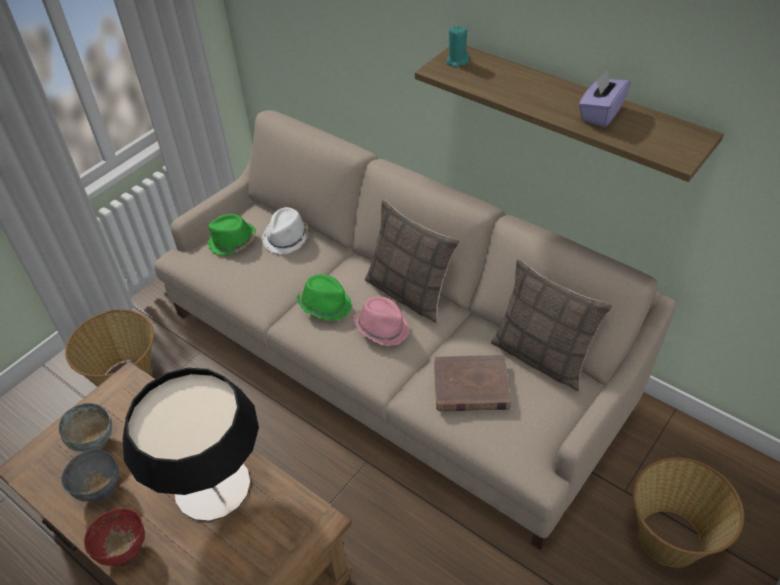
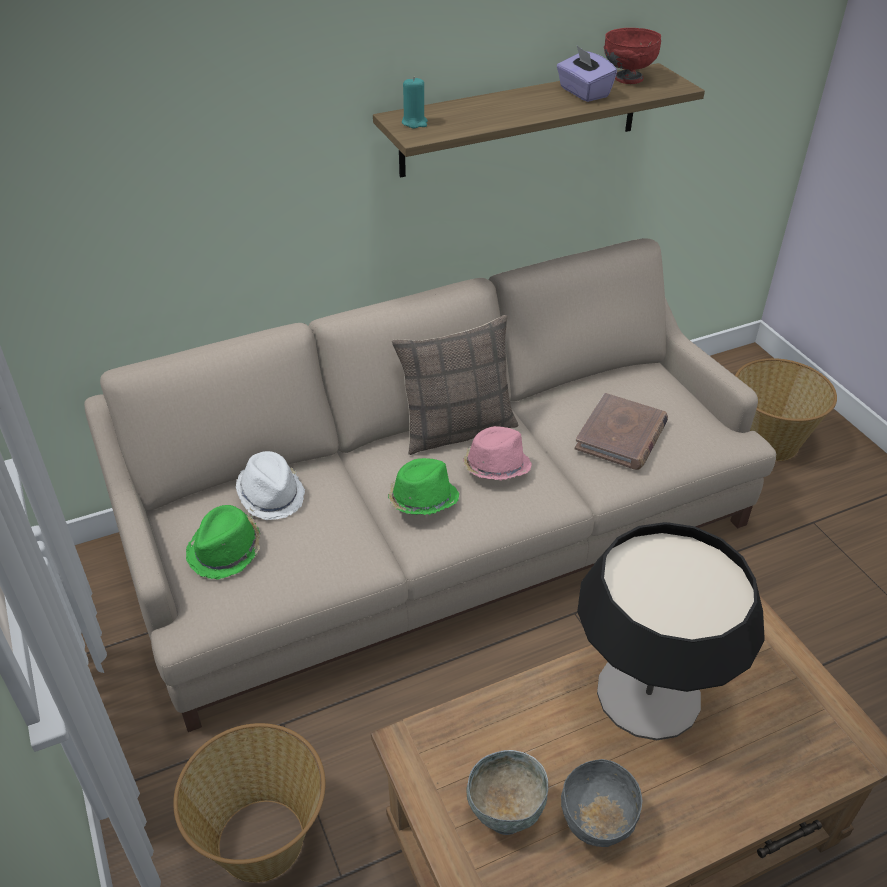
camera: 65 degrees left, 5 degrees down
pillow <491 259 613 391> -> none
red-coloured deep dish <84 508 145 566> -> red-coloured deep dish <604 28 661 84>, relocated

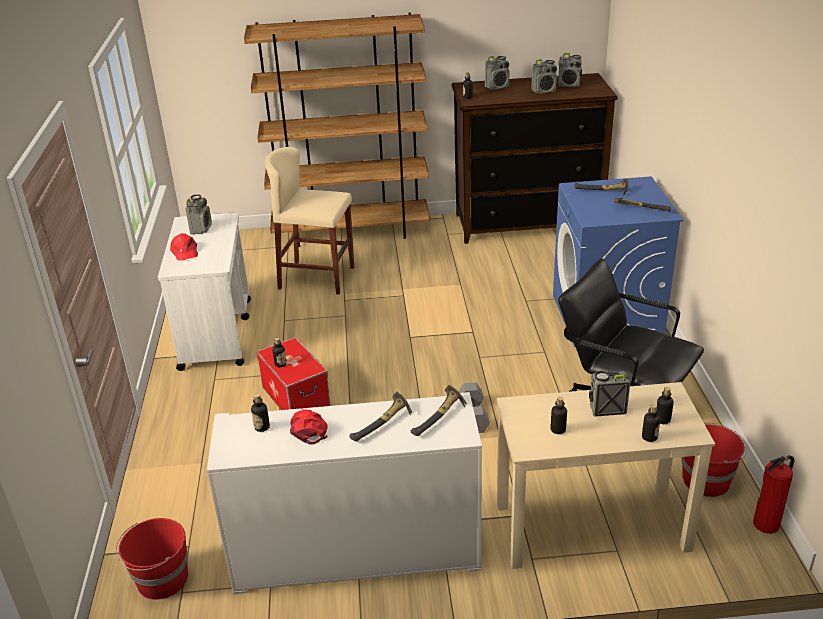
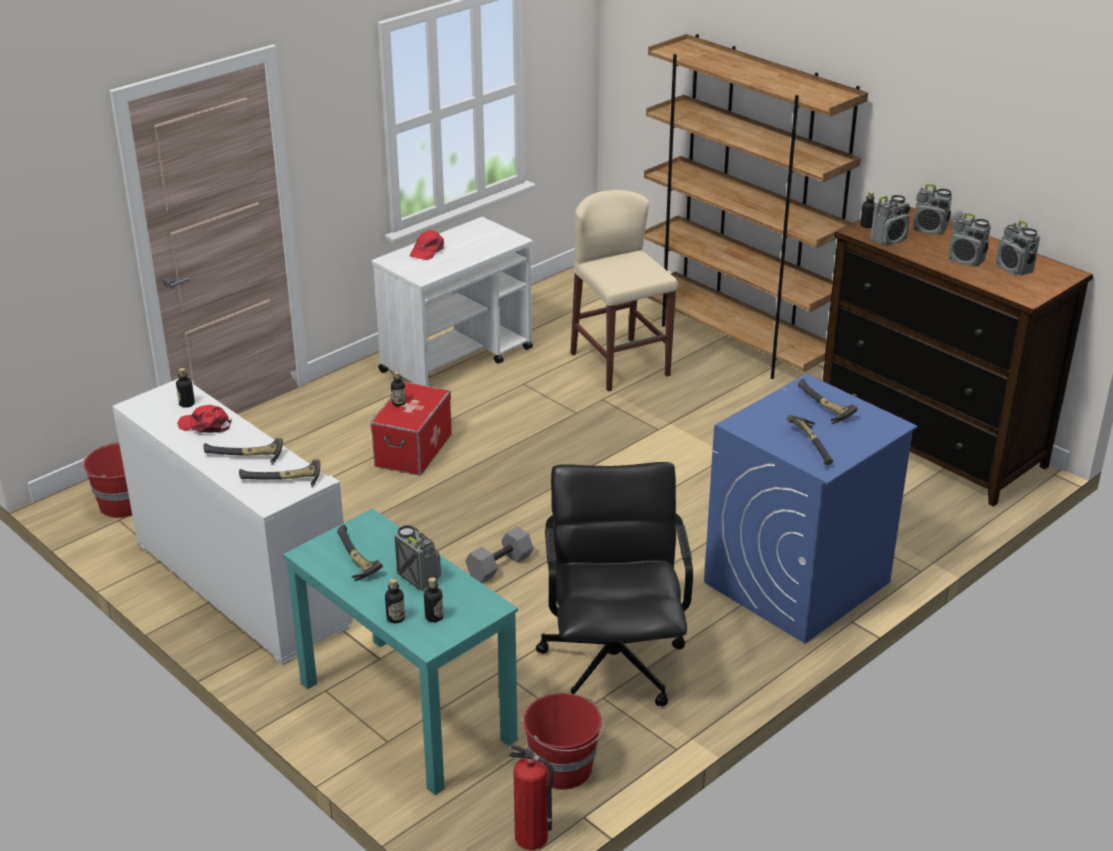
camera: 50 degrees right, 0 degrees up
radio <185 194 212 234> -> radio <870 195 910 246>, relocated
beverage bottle <551 397 567 434> -> hammer <337 525 383 581>
sand-coloured desk unit <497 382 715 569> -> blue-green desk unit <283 508 518 795>
red-coloured cap <290 409 328 444> -> red-coloured cap <177 405 232 433>, 105 degrees counterclockwise

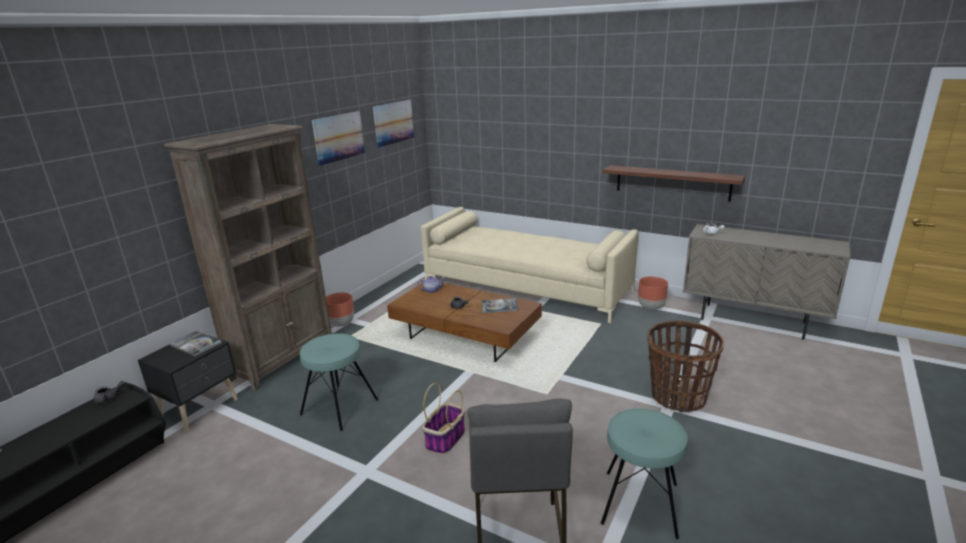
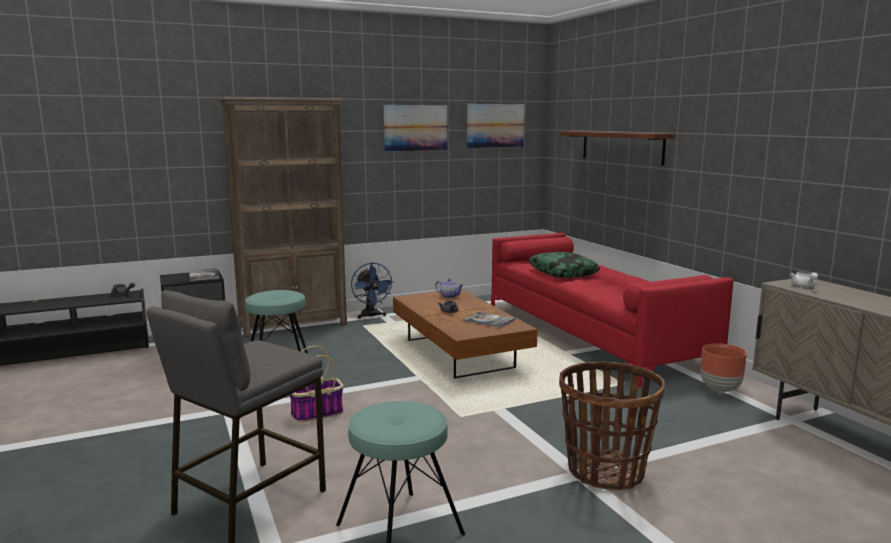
camera: 35 degrees right, 10 degrees down
none -> pillow <528 252 600 278>
shelf <603 165 745 202> -> shelf <561 131 675 166>, relocated
brownish plant pot <326 293 354 327> -> bluish fan <351 262 394 319>
sand-coloured sofa <421 207 638 323> -> red-coloured sofa <491 233 733 387>

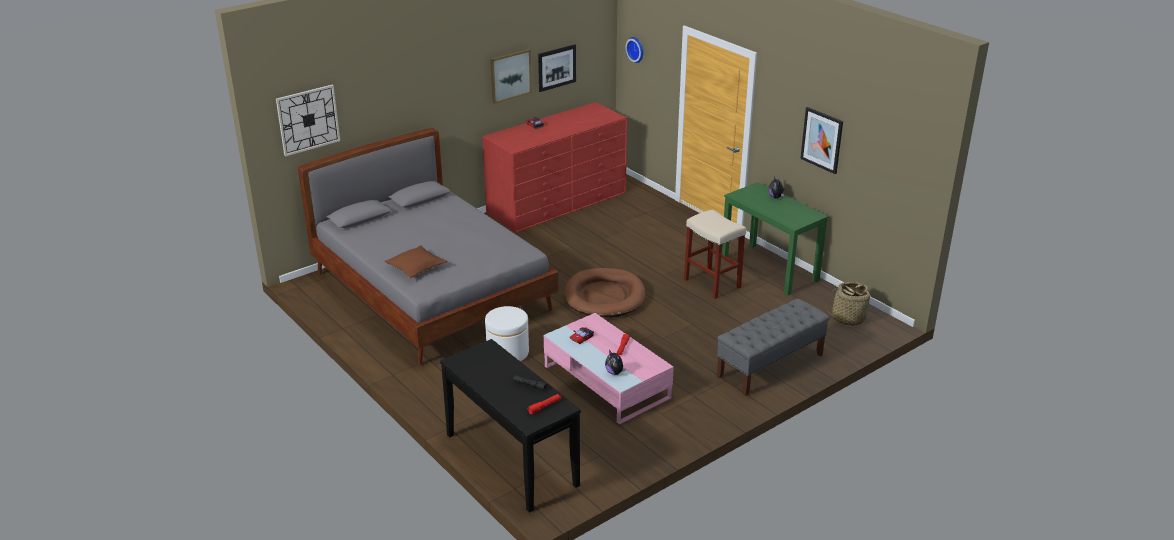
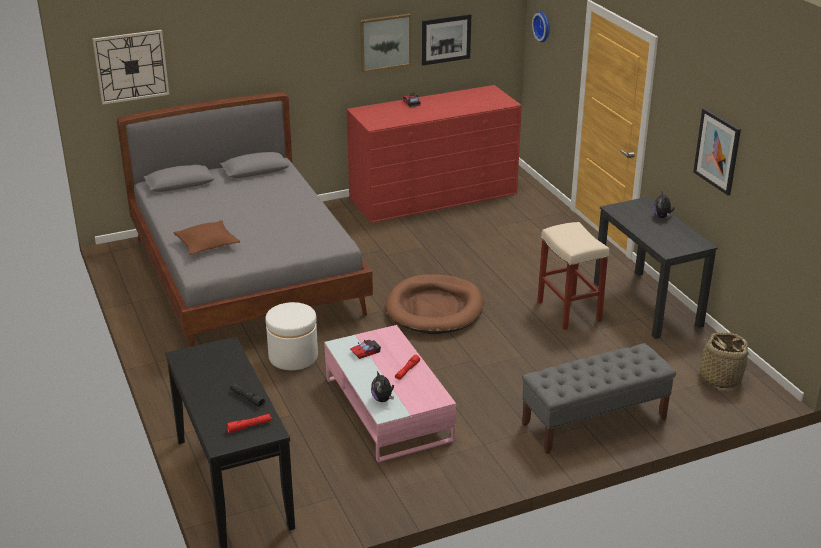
camera: 15 degrees right, 0 degrees up
greenish desk unit <722 182 829 296> -> blackish desk unit <594 196 718 339>

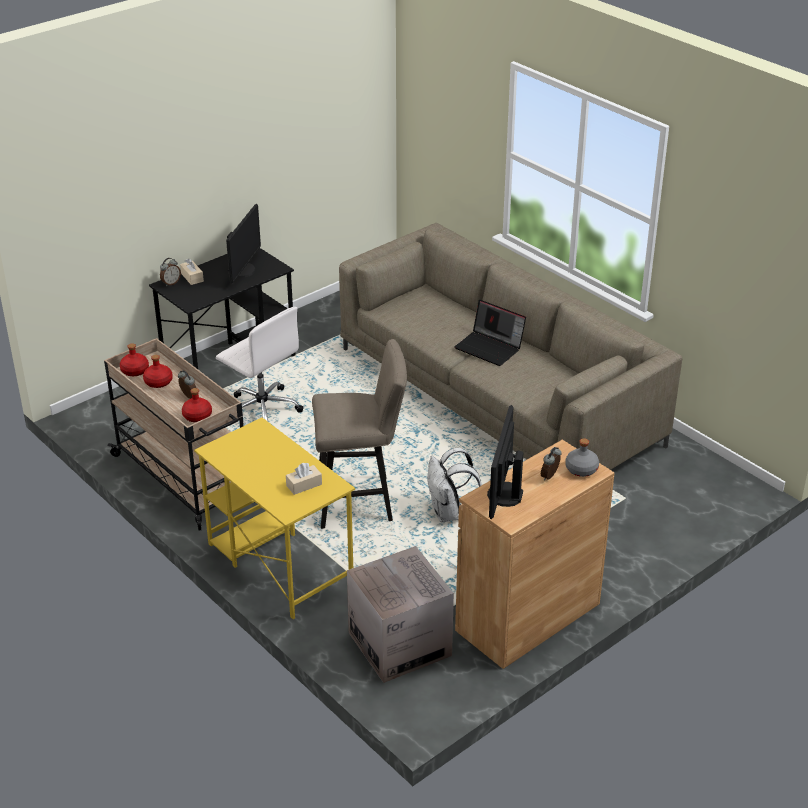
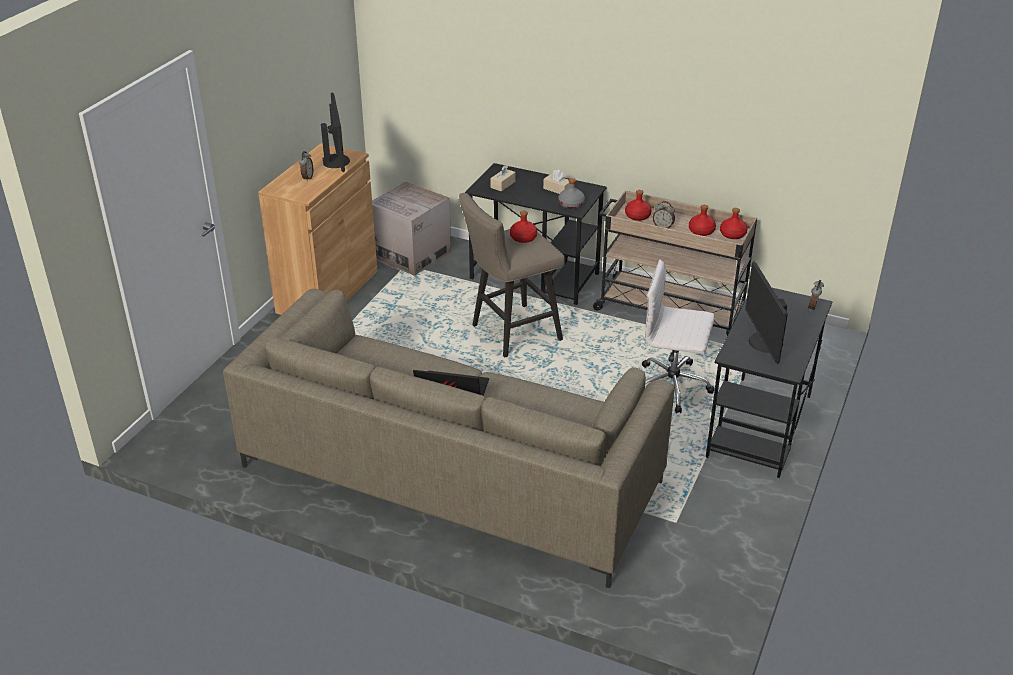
camera: 155 degrees right, 0 degrees up
white-coloured knapsack <427 448 482 522> -> none
none -> red-coloured beverage bottle <510 211 537 243>
sand-coloured tissue holder <180 259 204 285> -> sand-coloured tissue holder <543 170 569 194>, relocated
gray beverage bottle <565 438 599 477> -> gray beverage bottle <559 178 585 209>, relocated
yellowish desk unit <194 418 355 619> -> blackish desk unit <465 163 607 305>

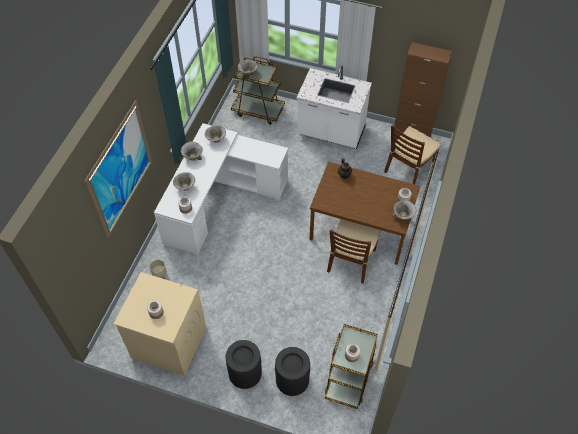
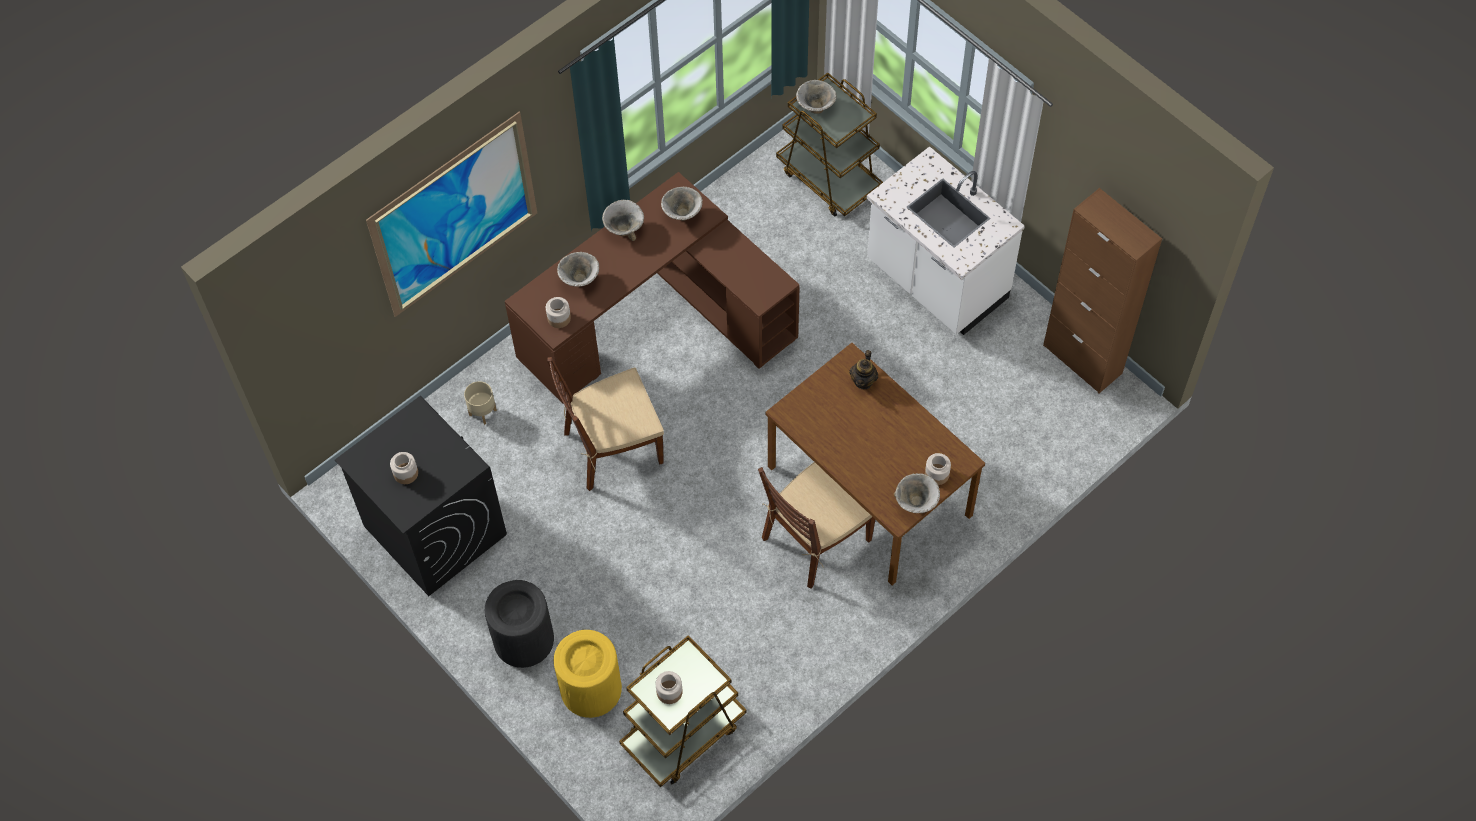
camera: 30 degrees right, 5 degrees up
brownish plain chair <384 125 441 184> -> brownish plain chair <547 357 664 491>, relocated
sand-coloured laundry appliance <114 272 206 376> -> blackish laundry appliance <335 396 507 596>
white-coloured desk unit <154 123 288 255> -> brownish desk unit <505 172 800 404>
blackish waste bin <275 347 310 396> -> yellowish waste bin <554 630 622 718>

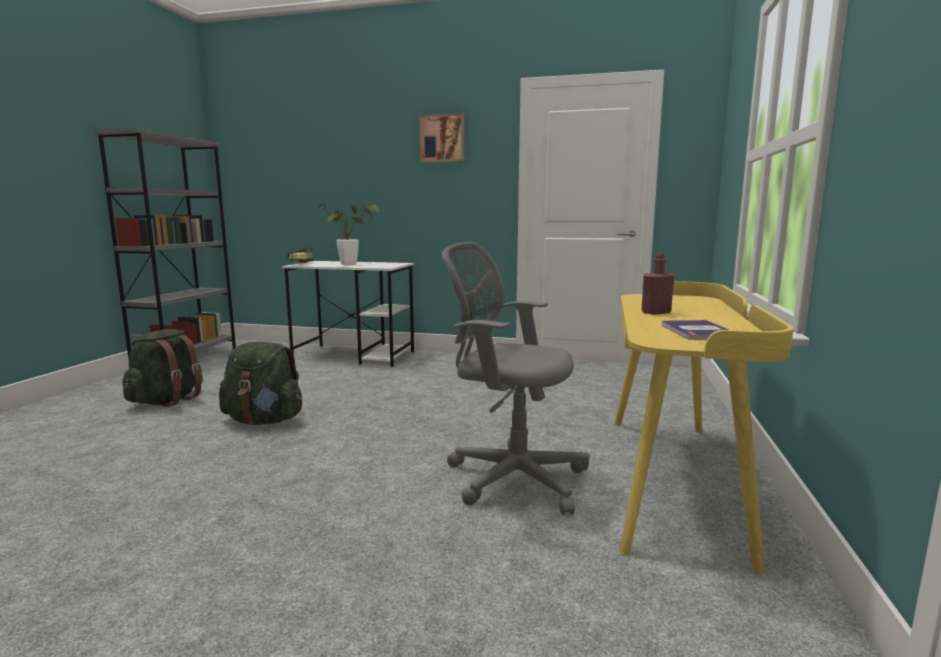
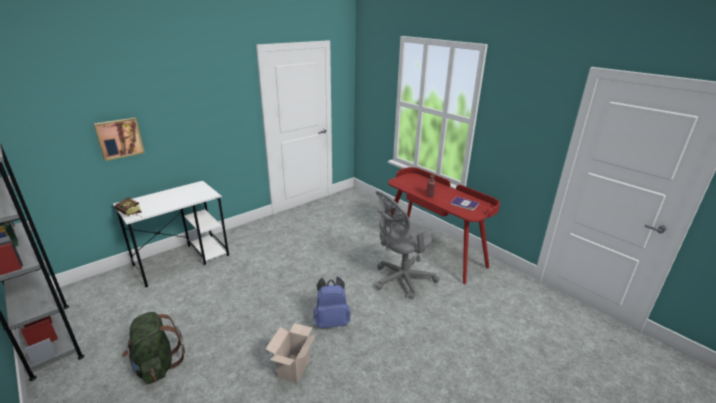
camera: 55 degrees left, 15 degrees up
greenish knapsack <219 342 302 425> -> none
potted plant <316 201 379 265> -> none
none -> carton <266 323 316 383>
none -> bluish knapsack <314 277 351 328>
picture <419 113 464 163> -> picture <94 118 145 161>, relocated
yellowish desk unit <614 281 794 575> -> red-coloured desk unit <388 167 500 284>

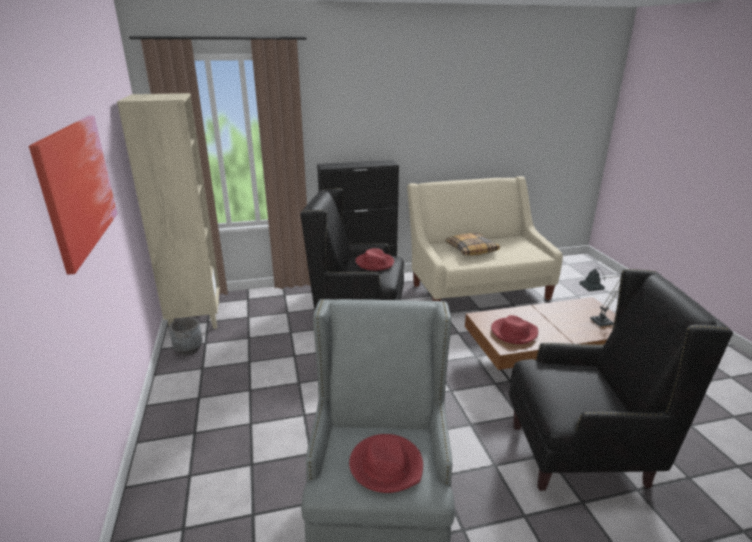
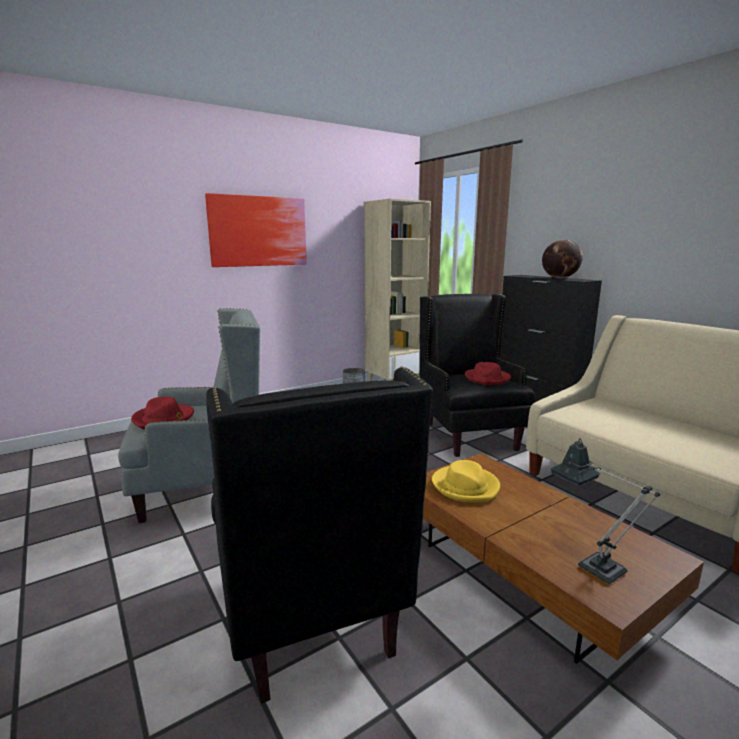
camera: 70 degrees right, 10 degrees down
pillow <446 233 500 256> -> none
none -> desk globe <542 239 583 278>
red-coloured wearable hat <491 315 538 344> -> yellowish wearable hat <432 460 500 502>

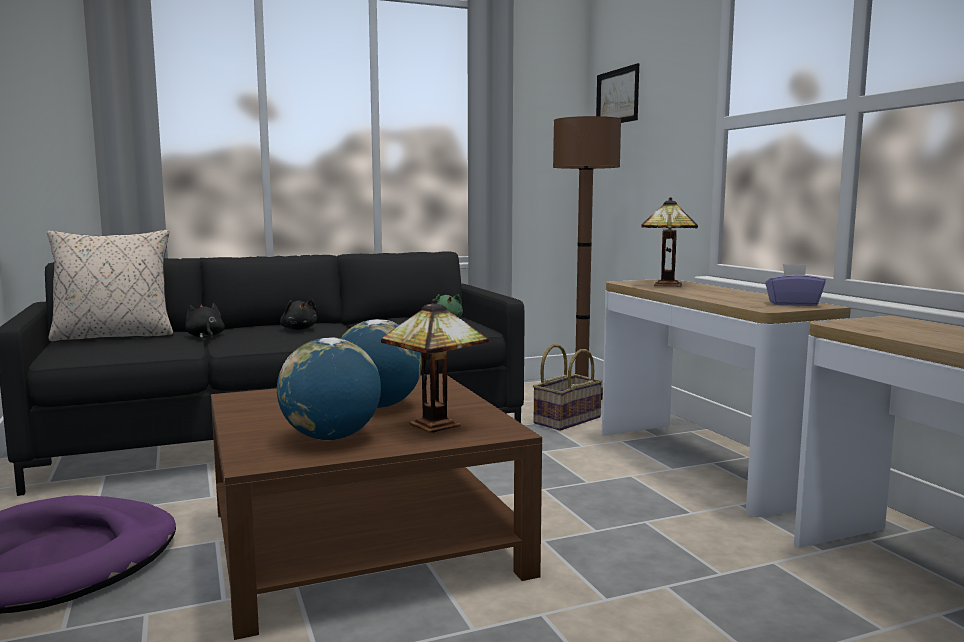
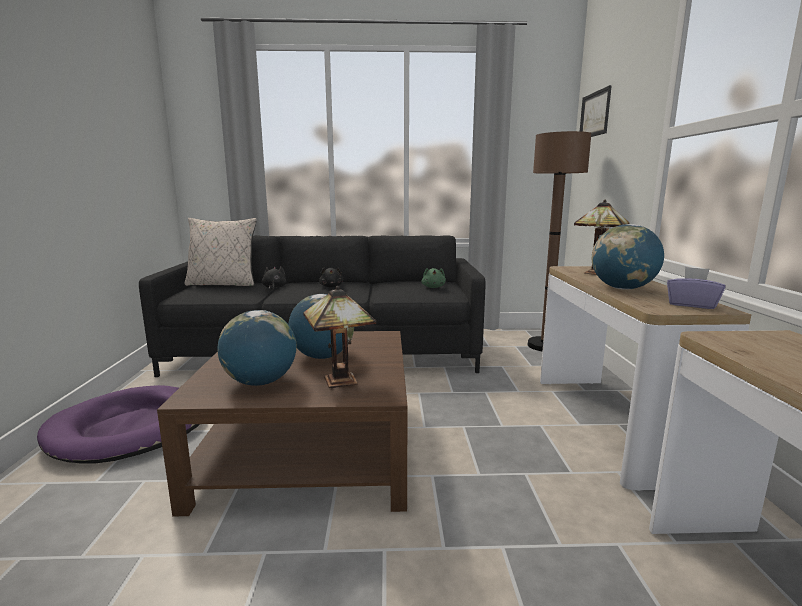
camera: 20 degrees right, 5 degrees up
household basket <533 344 603 431> -> none
none -> desk globe <592 224 664 290>

